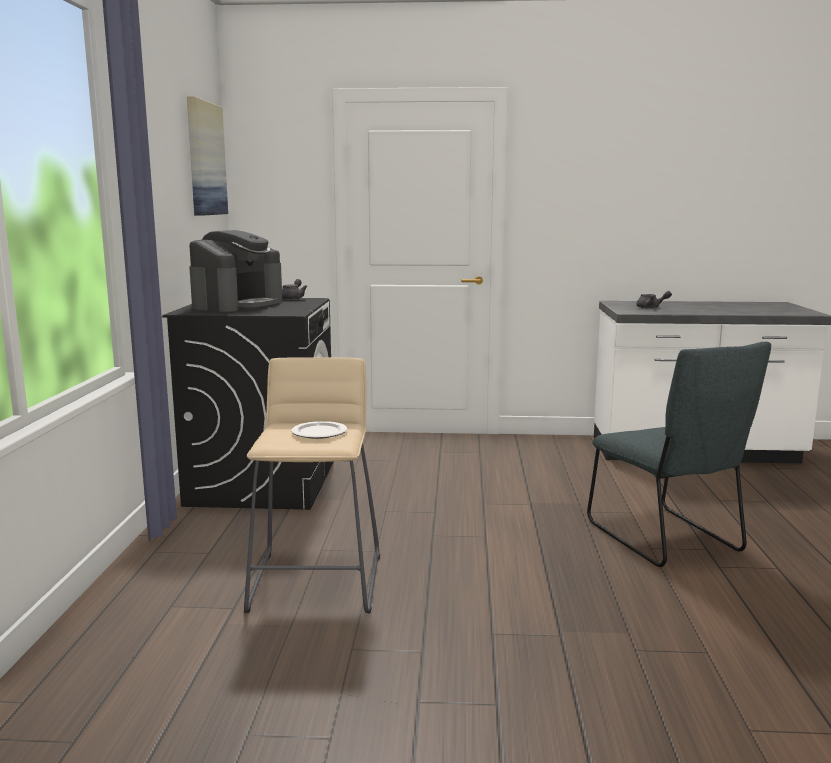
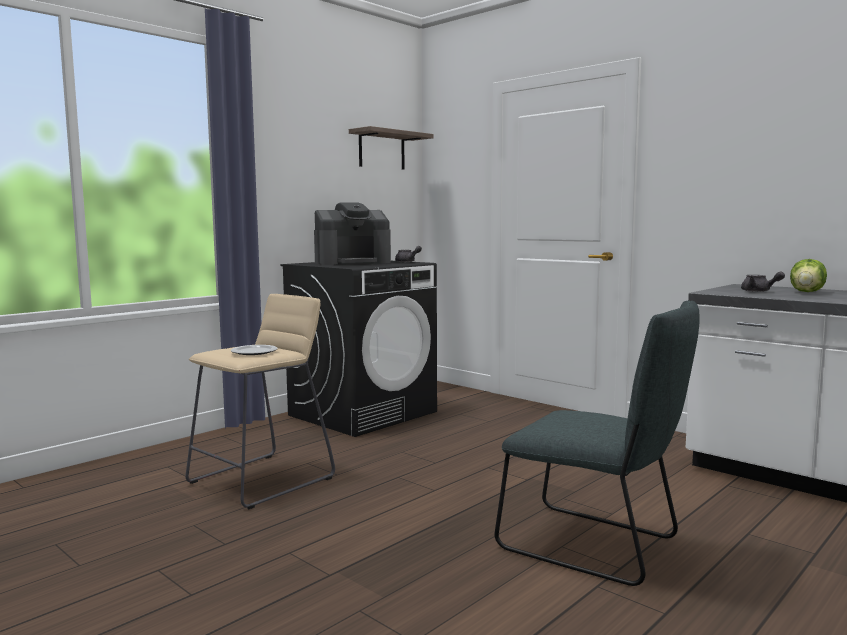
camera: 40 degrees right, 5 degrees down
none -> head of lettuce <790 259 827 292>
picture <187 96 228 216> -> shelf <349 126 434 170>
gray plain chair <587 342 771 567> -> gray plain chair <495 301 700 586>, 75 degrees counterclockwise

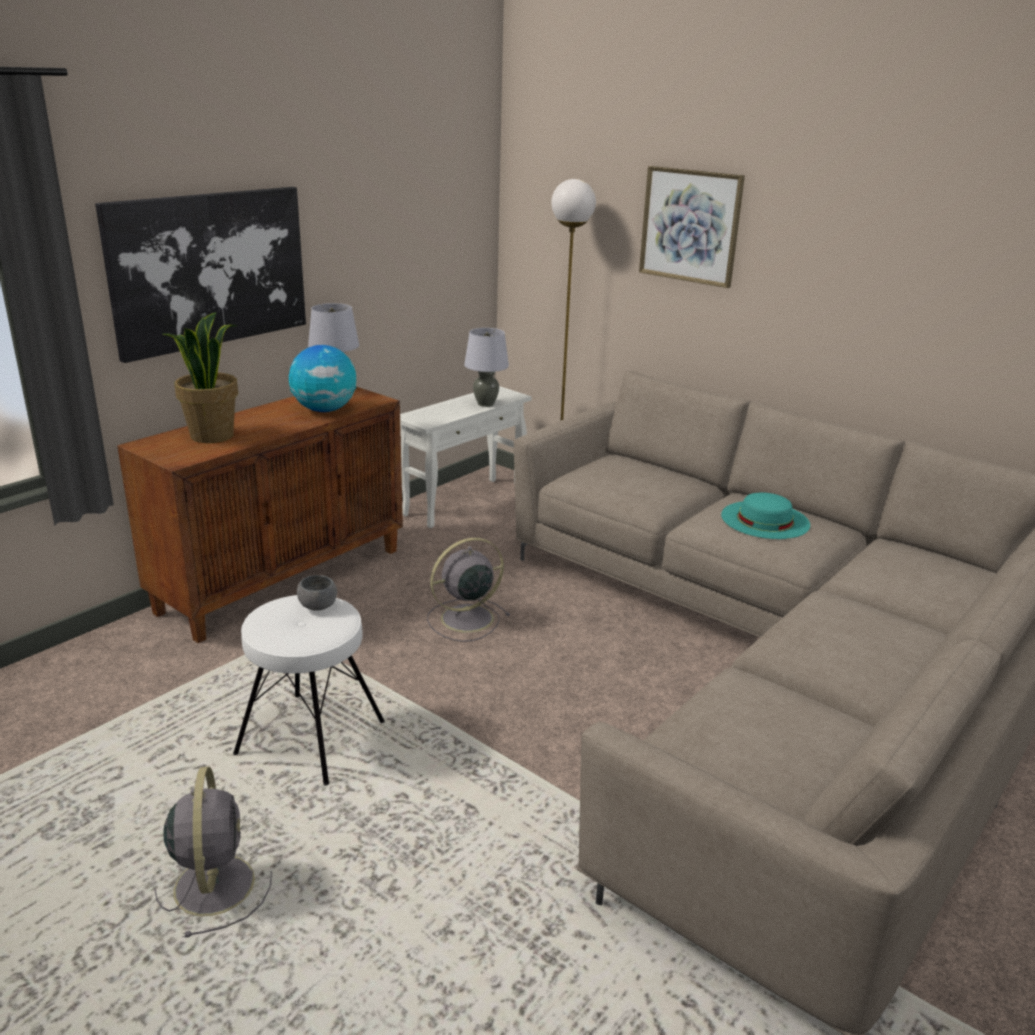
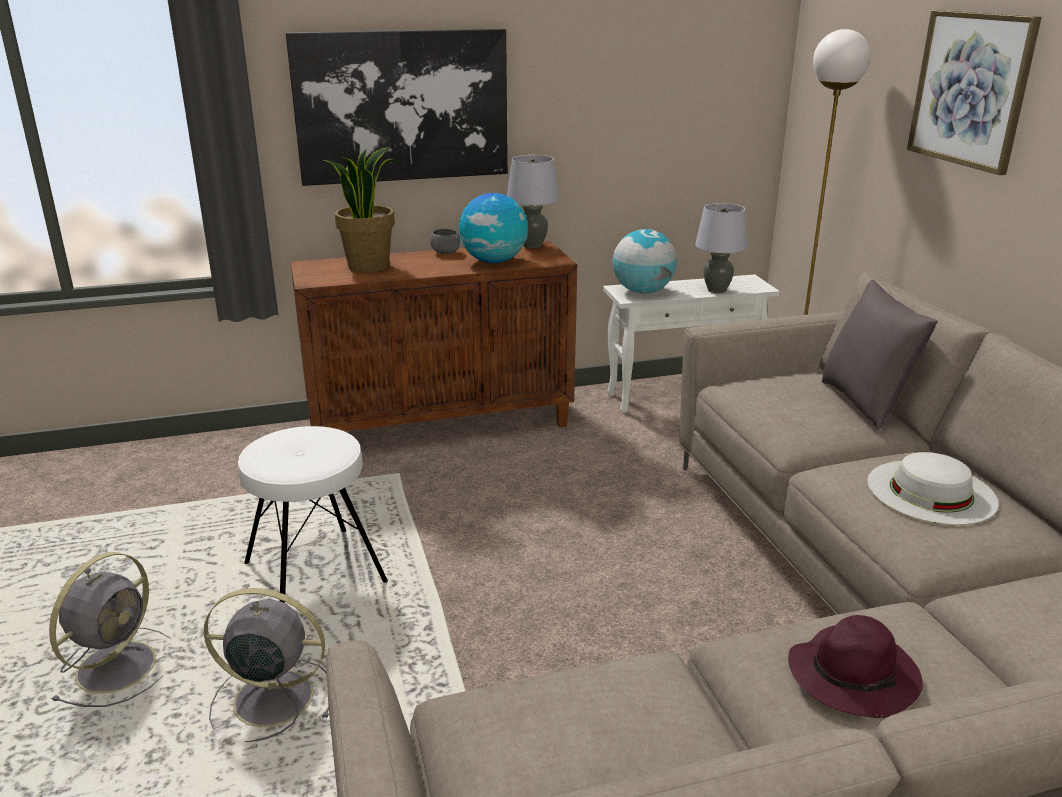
camera: 35 degrees right, 0 degrees up
none -> desk globe <613 229 677 294>
none -> purple wearable hat <788 615 923 718>
none -> gray pillow <822 280 938 430>
gray deep dish <297 575 337 611> -> gray deep dish <430 229 460 254>, relocated
gray fan <427 538 510 642> -> gray fan <204 588 329 742>, relocated
blue-green wearable hat <721 492 810 539> -> white-coloured wearable hat <867 452 998 525>

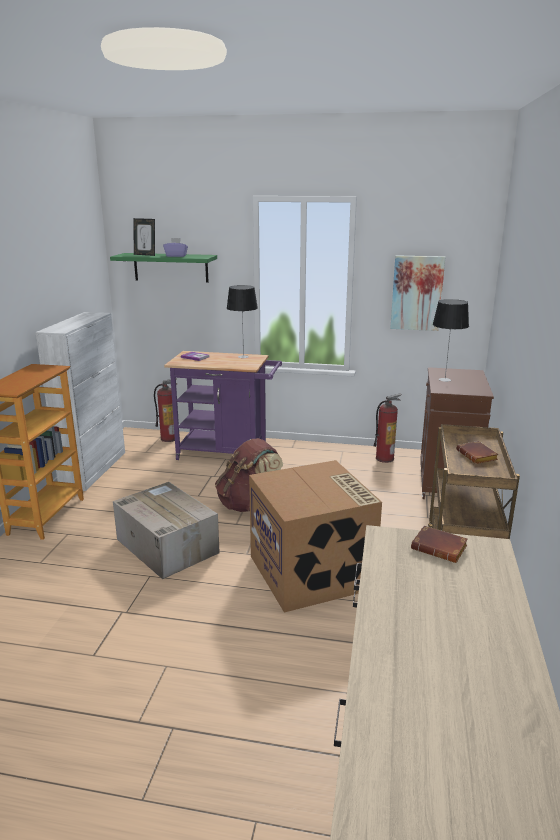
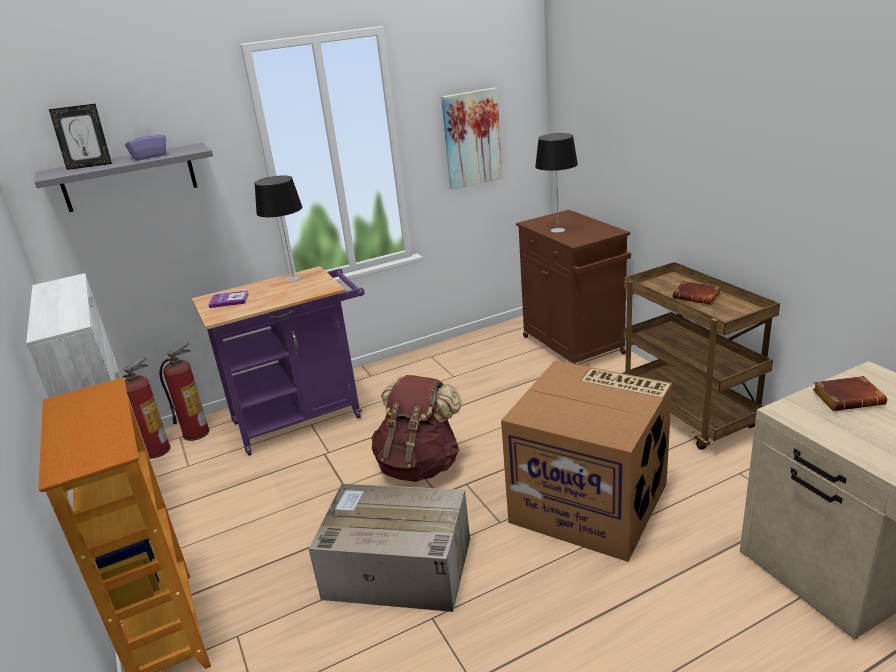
camera: 35 degrees left, 5 degrees up
fire-fighting cylinder <374 393 402 463> -> fire-fighting cylinder <122 357 170 459>, relocated
greenish shelf <110 253 217 283> -> gray shelf <35 143 213 212>

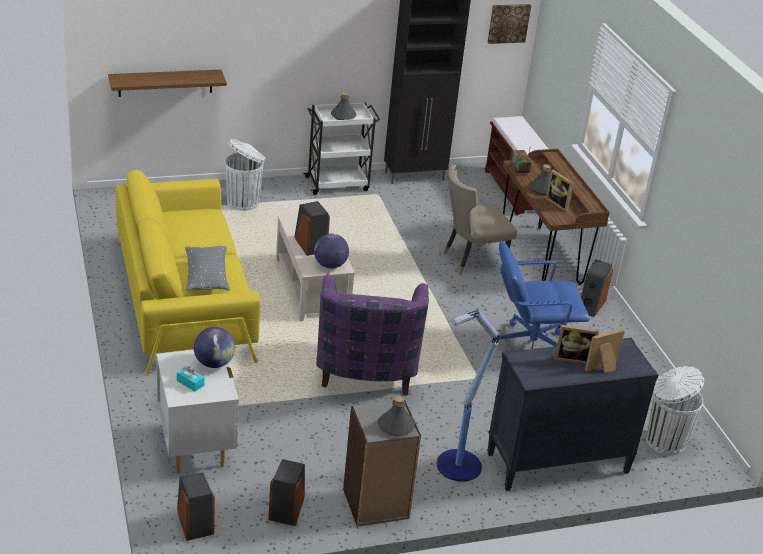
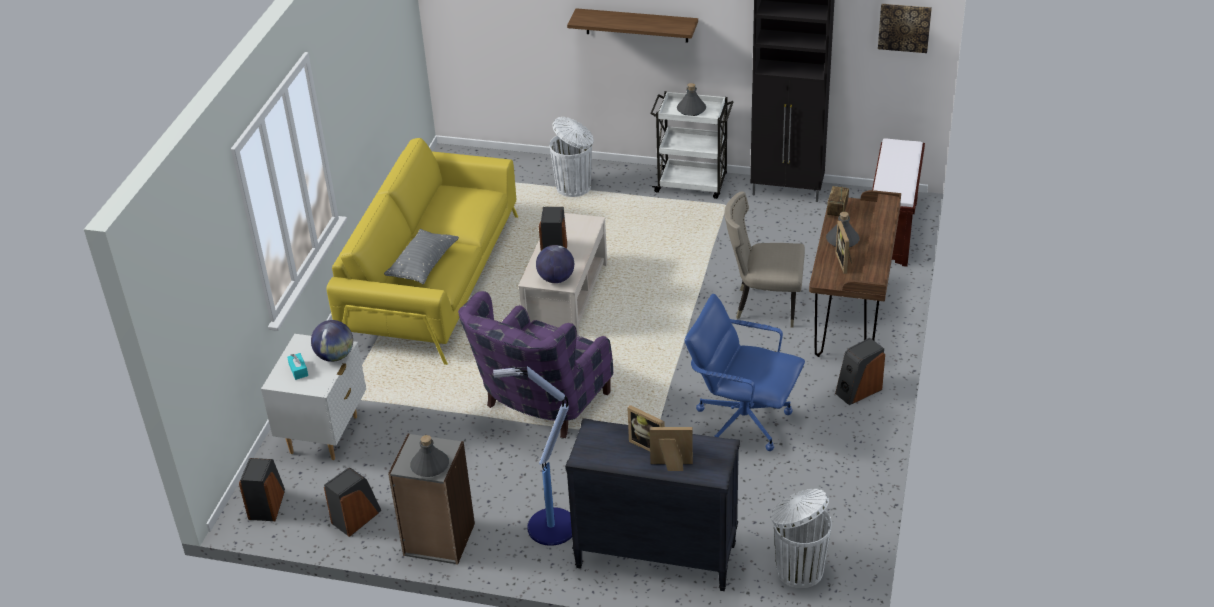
camera: 35 degrees right, 5 degrees up
shelf <108 70 227 97> -> shelf <567 8 698 43>, relocated

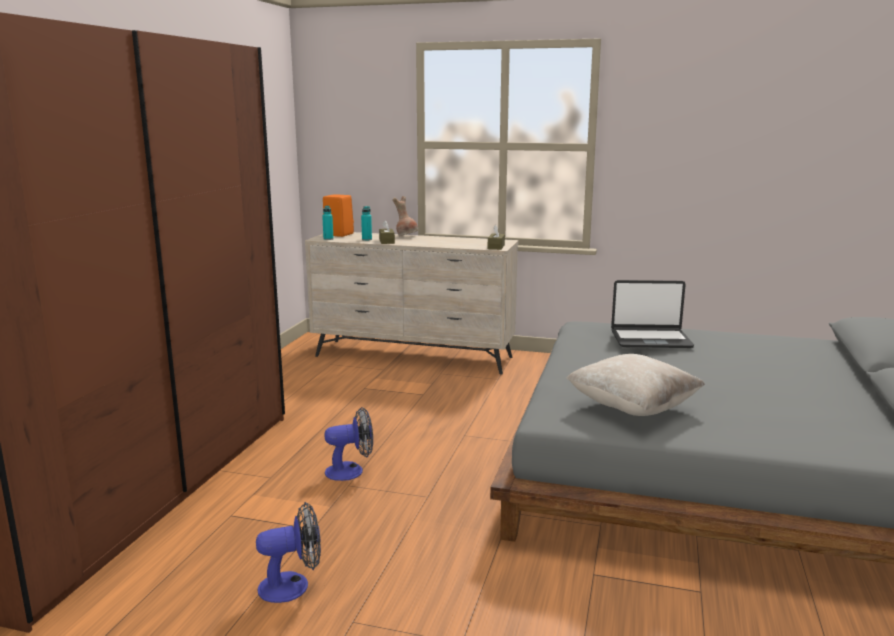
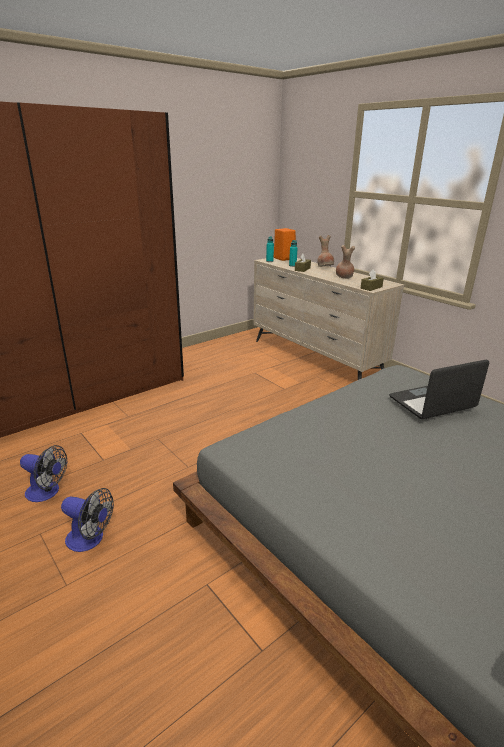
camera: 35 degrees right, 10 degrees up
sand-coloured pillow <566 354 705 416> -> none
none -> brownish vase <336 245 355 279>
fan <324 407 373 481> -> fan <61 488 114 552>, relocated
laptop <611 280 694 348> -> laptop <389 360 489 419>, 120 degrees clockwise

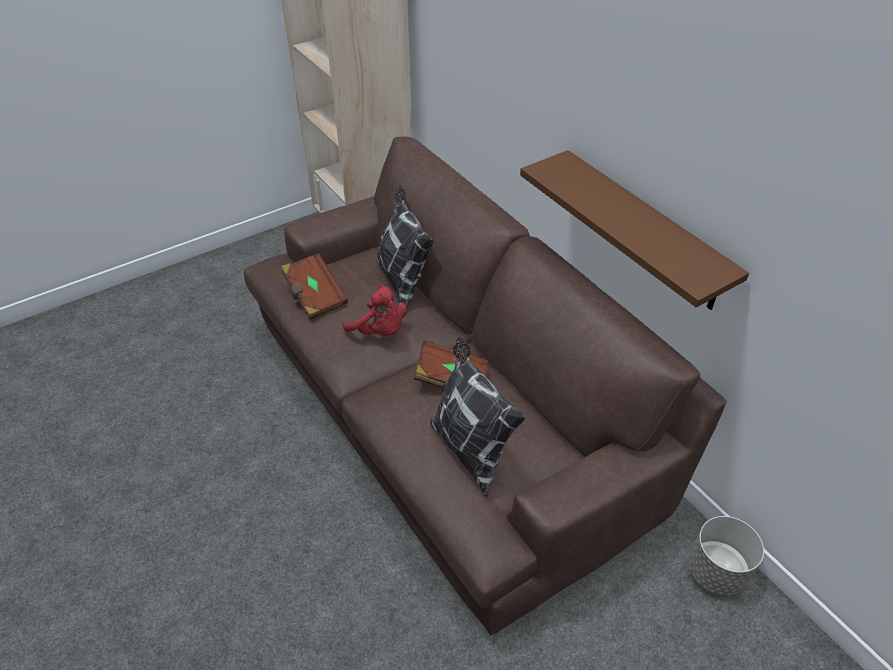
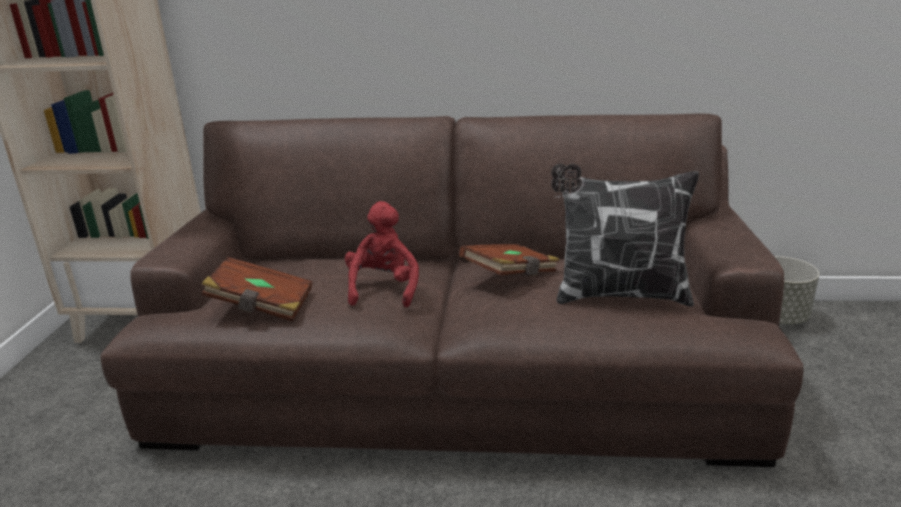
camera: 50 degrees left, 20 degrees down
pillow <377 185 433 309> -> none
brownish shelf <520 150 749 310> -> none
red-coloured plush toy <343 285 407 336> -> red-coloured plush toy <345 201 419 307>, 75 degrees counterclockwise

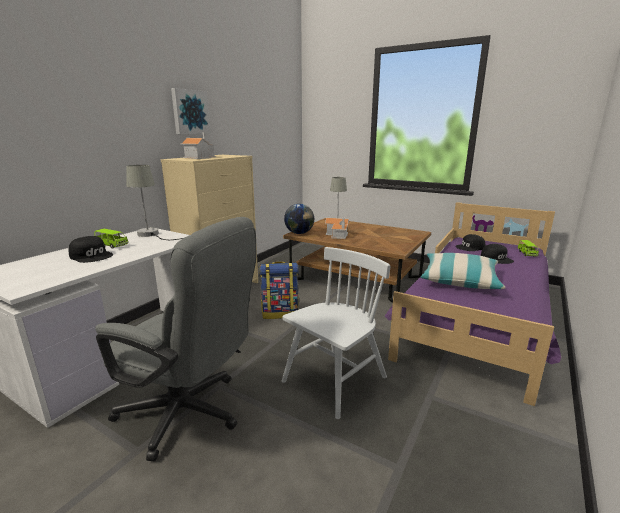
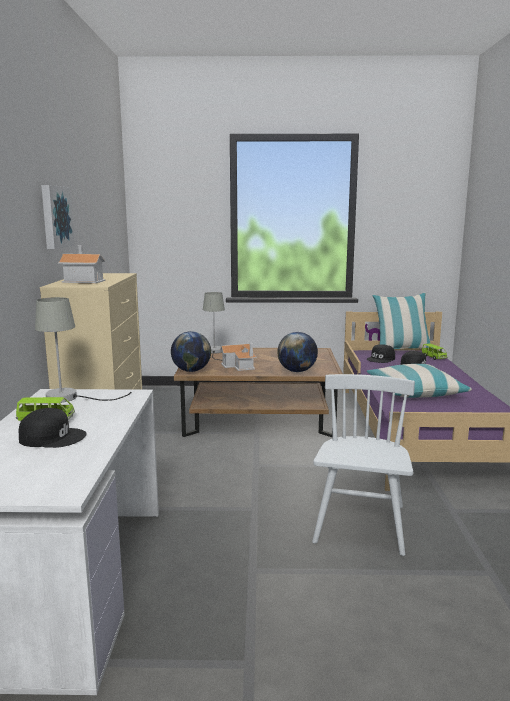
camera: 30 degrees left, 5 degrees down
gray office chair <95 217 256 462> -> none
knapsack <259 261 299 319> -> none
none -> desk globe <277 332 318 372>
none -> pillow <373 293 432 349>

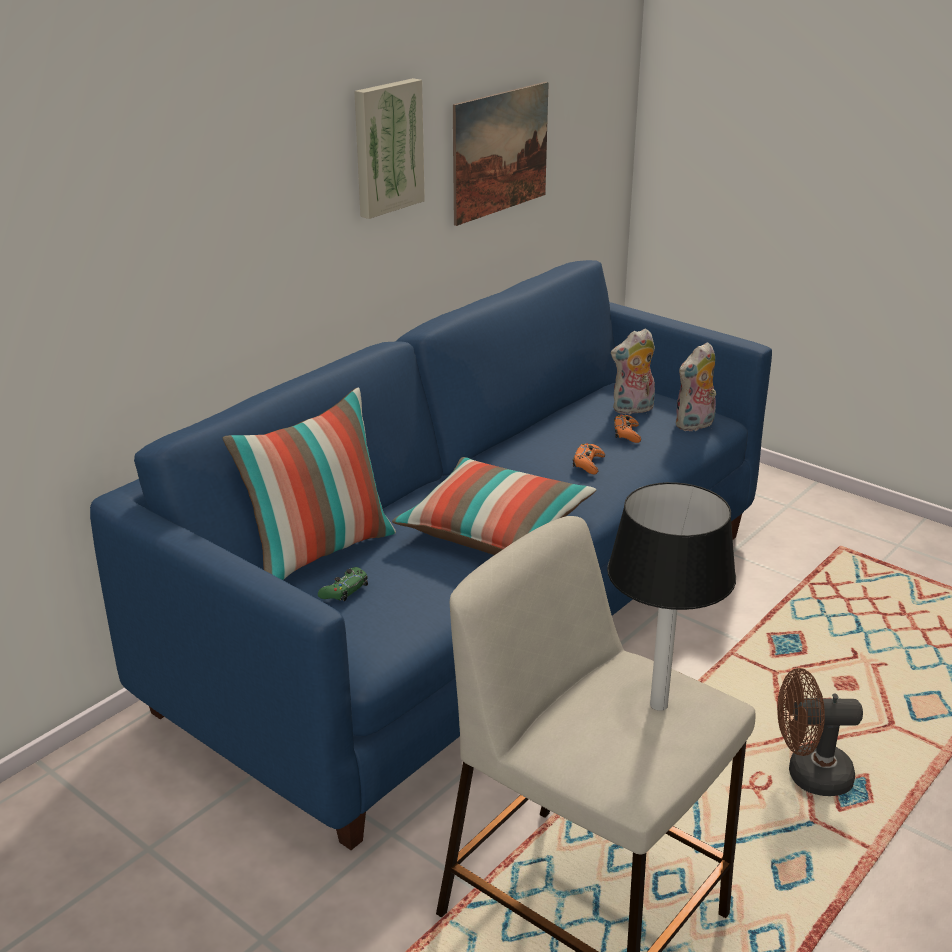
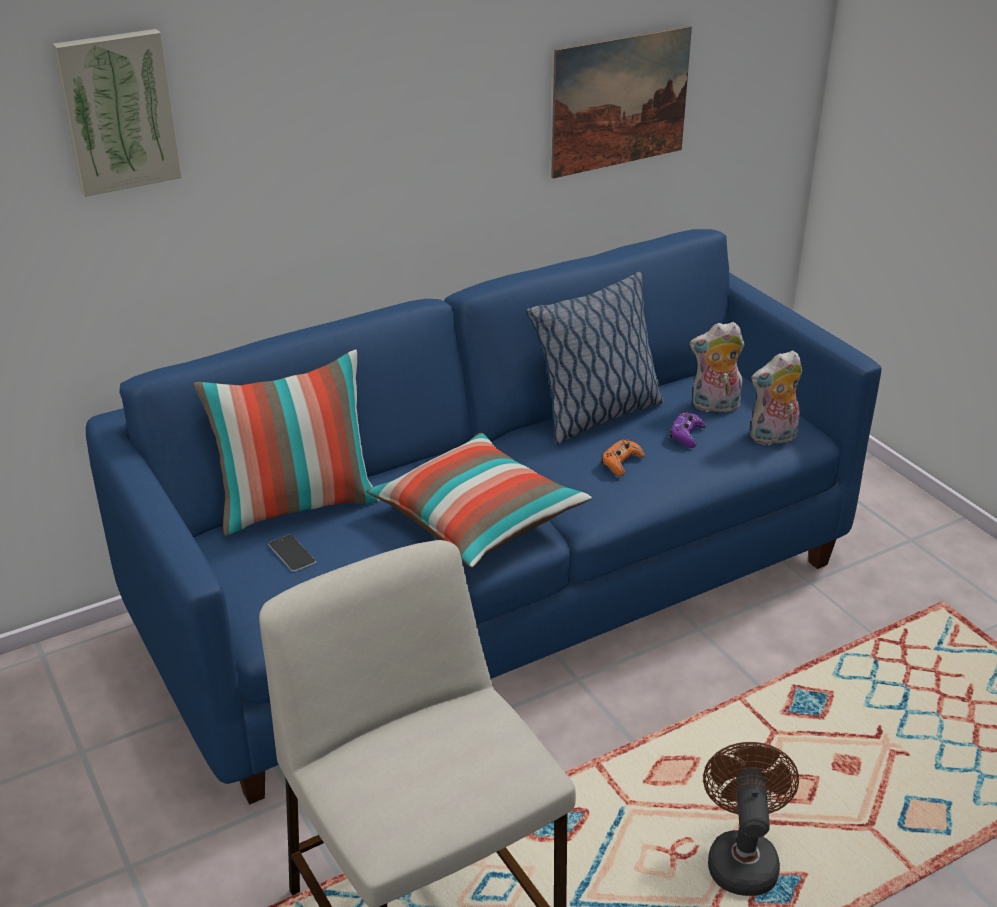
camera: 20 degrees right, 5 degrees up
tabletop lamp <607 482 736 711> -> none
none -> pillow <526 271 664 445>
picture <354 78 425 219> -> picture <53 29 182 197>, relocated
greenish gamepad <318 567 368 601> -> handset <268 535 316 572>
orangey gamepad <614 414 641 443> -> purple gamepad <670 412 706 448>
brownish fan <777 668 863 796> -> brownish fan <703 742 799 896>, 75 degrees clockwise

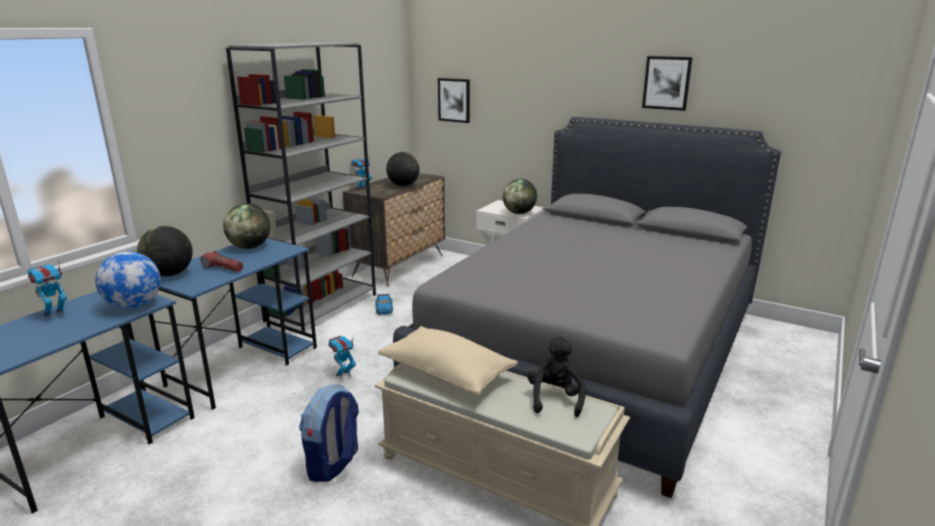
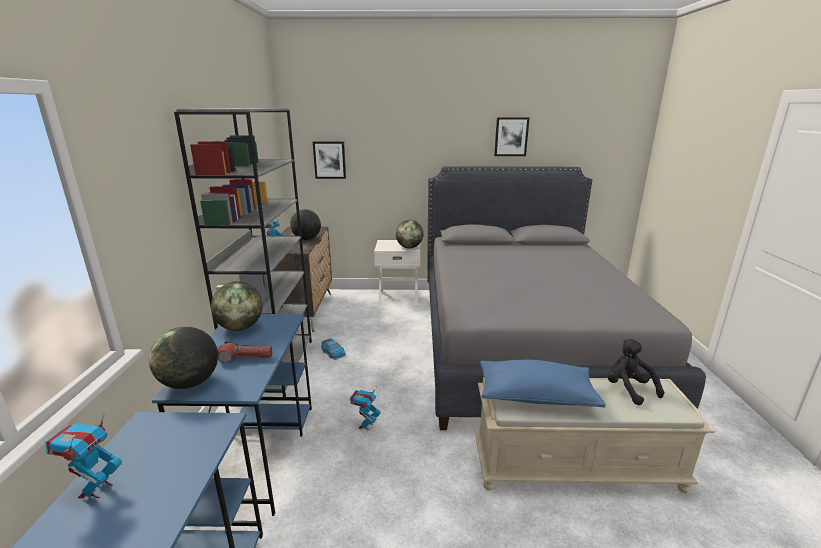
camera: 30 degrees left, 0 degrees up
desk globe <95 251 161 309> -> none
knapsack <299 385 359 482> -> none
sand-coloured pillow <378 326 518 396> -> bluish pillow <480 360 605 407>

